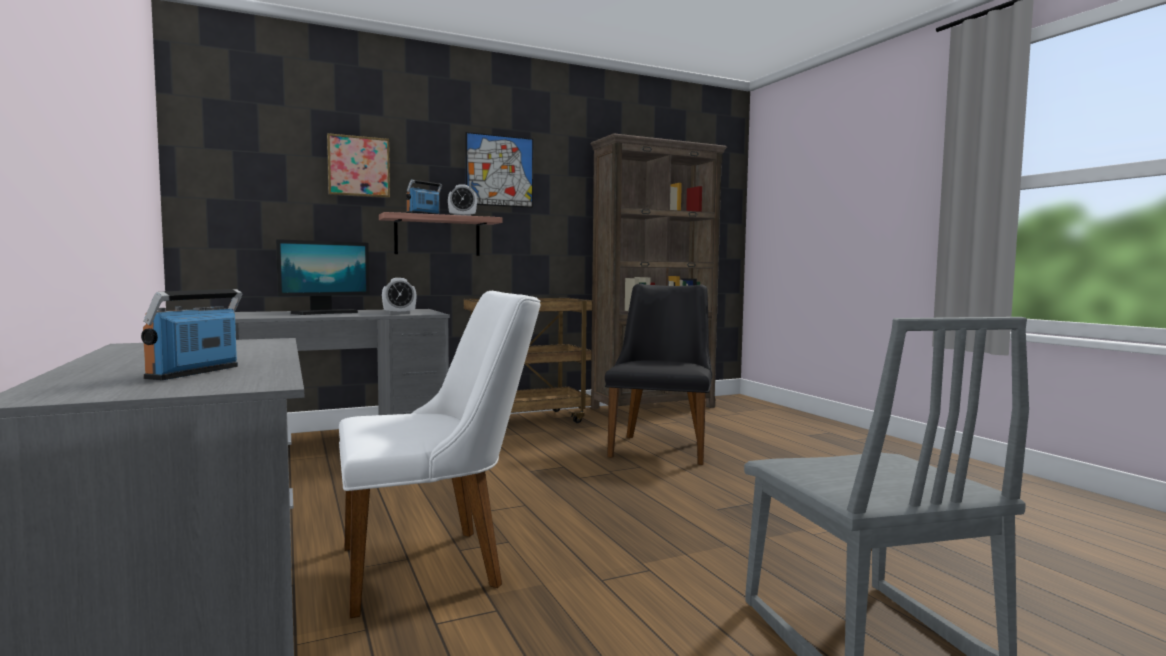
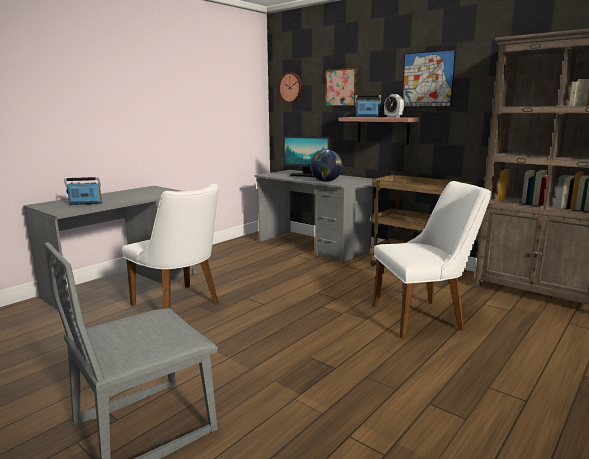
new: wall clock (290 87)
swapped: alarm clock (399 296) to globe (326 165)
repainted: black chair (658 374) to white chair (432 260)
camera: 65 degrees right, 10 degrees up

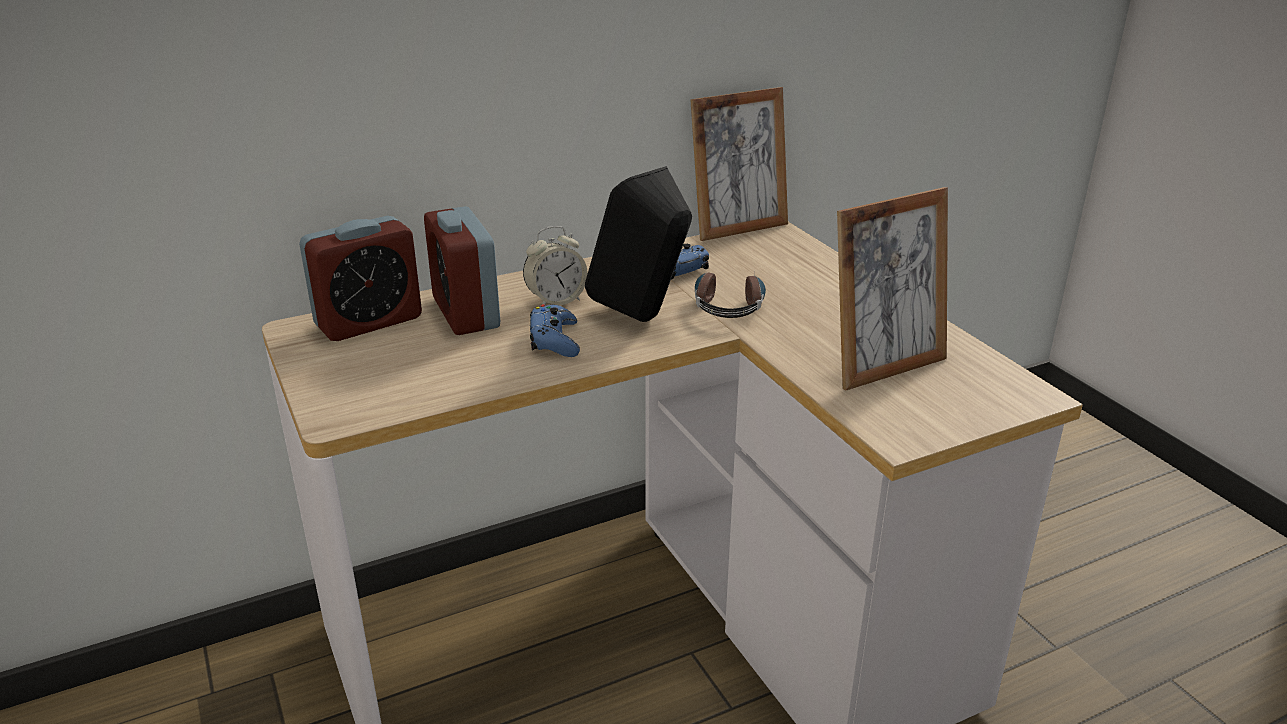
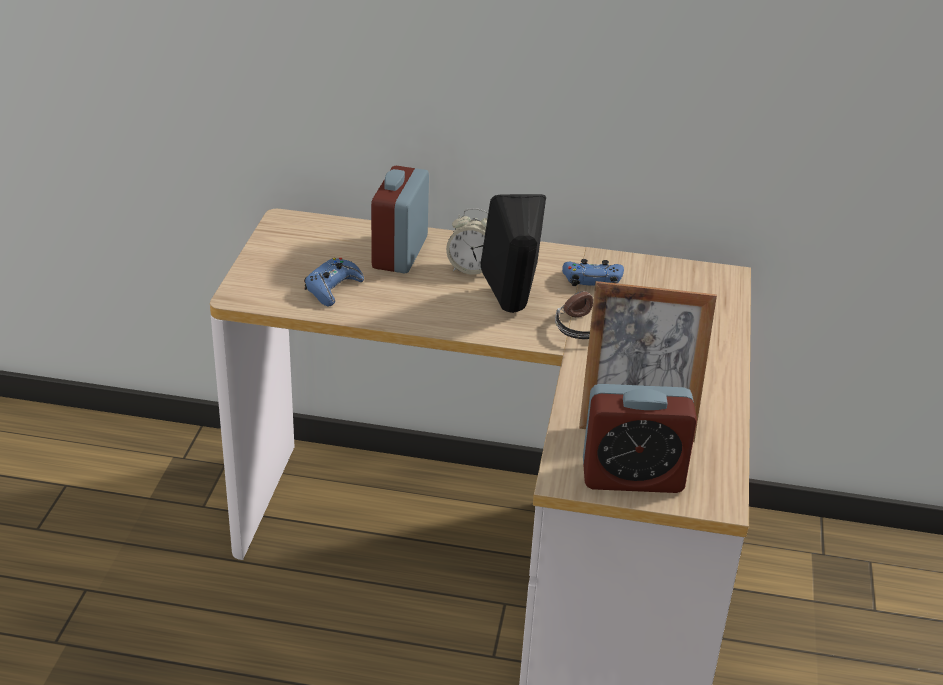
gone: picture frame (739 164)
shifted: blue game controller (555 330) to (334 282); alarm clock (360 278) to (640 438)
camera: 35 degrees right, 5 degrees up

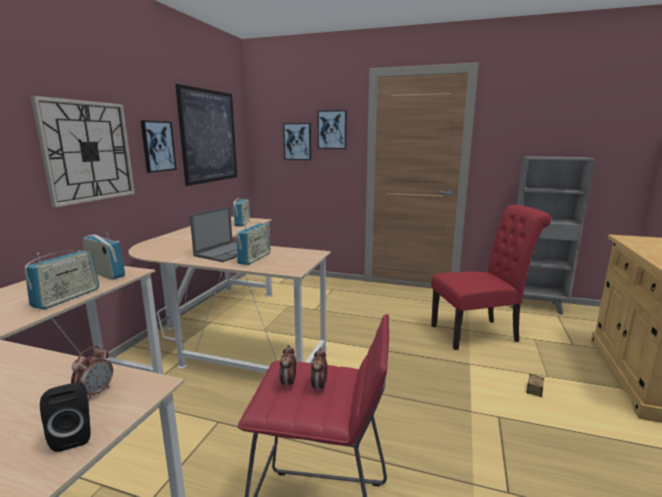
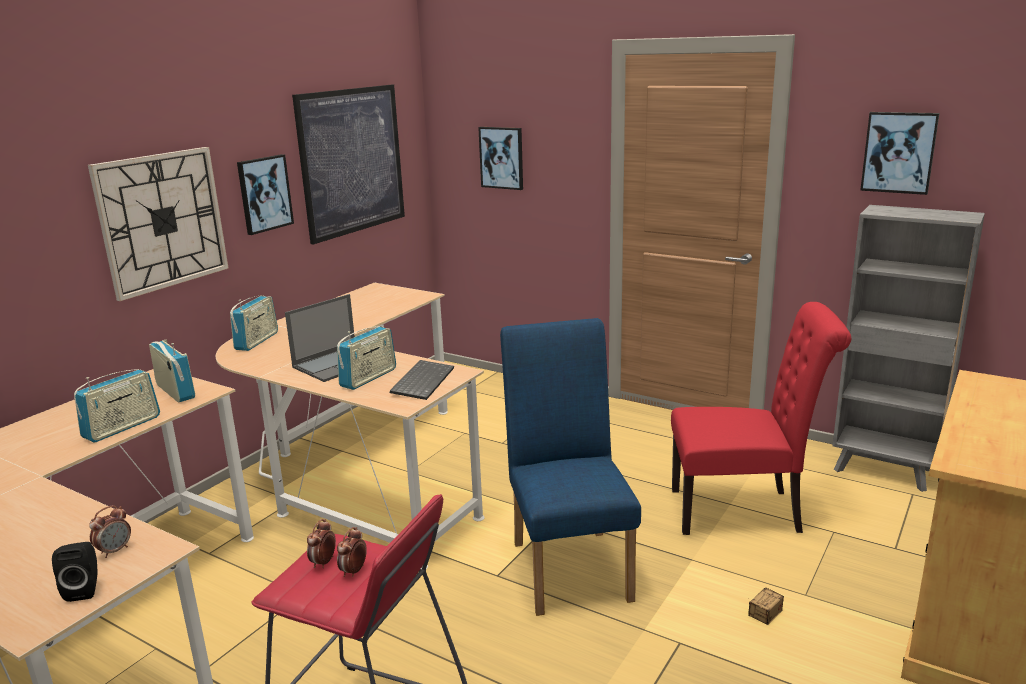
new: keyboard (422 380); blue chair (570 467)
shifted: radio (241 212) to (254 323); picture (332 129) to (900 153)
camera: 15 degrees right, 5 degrees up

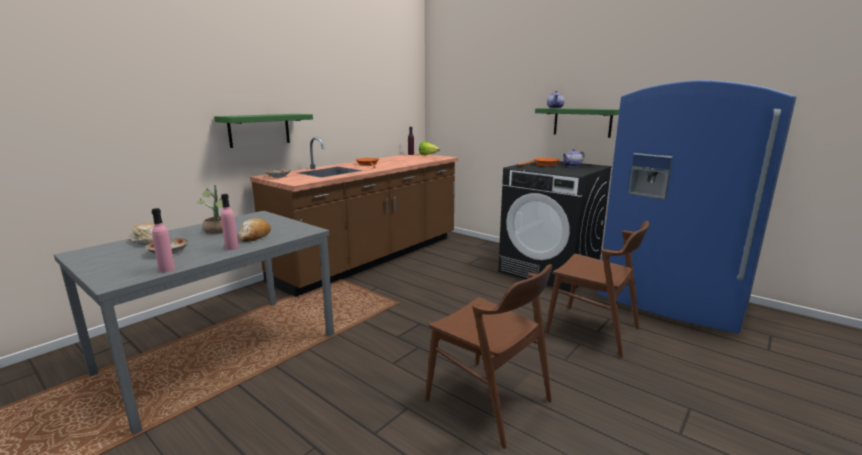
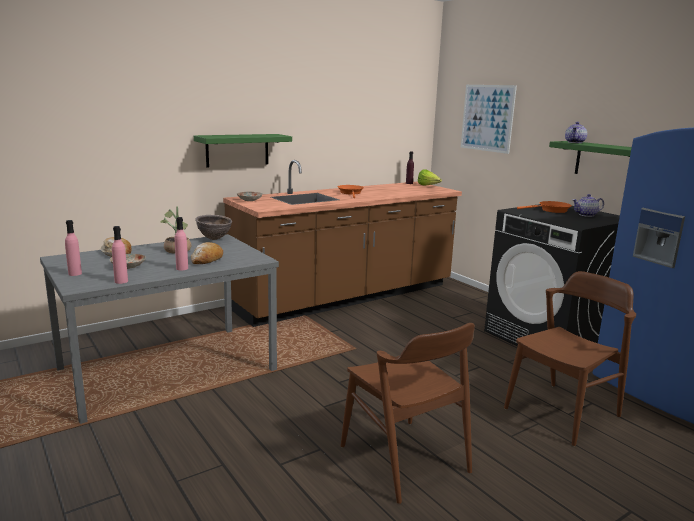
new: pink bottle (73 248); brown bowl (213 227); picture (489 119)
rotated: brown chair (597 289) = (570 358) 90 degrees counterclockwise
camera: 15 degrees right, 0 degrees up

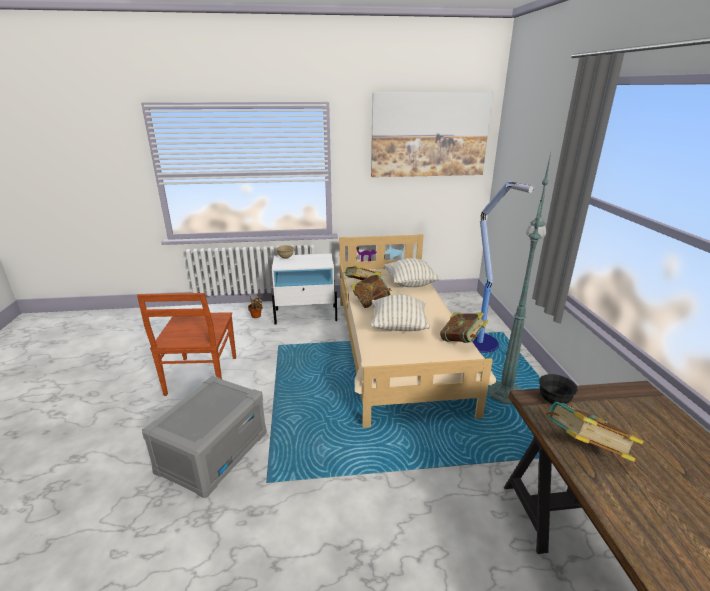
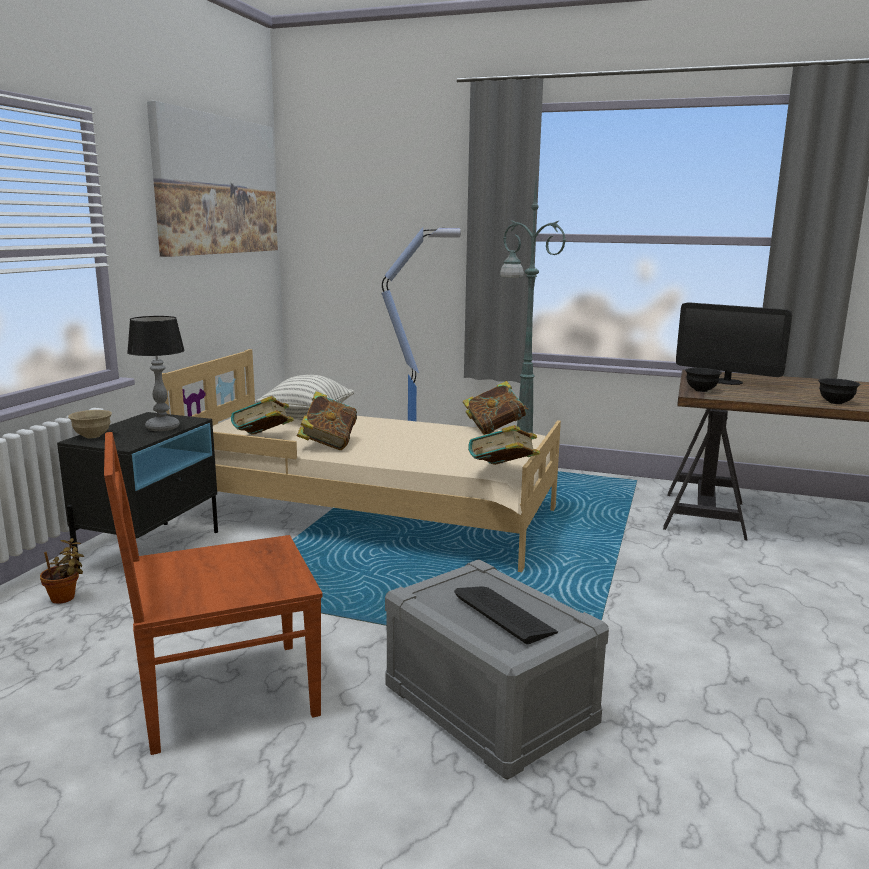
gone: pillow (400 312)
new: table lamp (156 373); keyboard (506 615); monitor (734 343); black bowl (839 391)
shifted: book (595 432) to (504 445)
repainted: white nightstand (304 289) to black nightstand (137 490)
rotated: brown chair (186 344) = (213 593) 135 degrees clockwise
camera: 65 degrees left, 10 degrees down

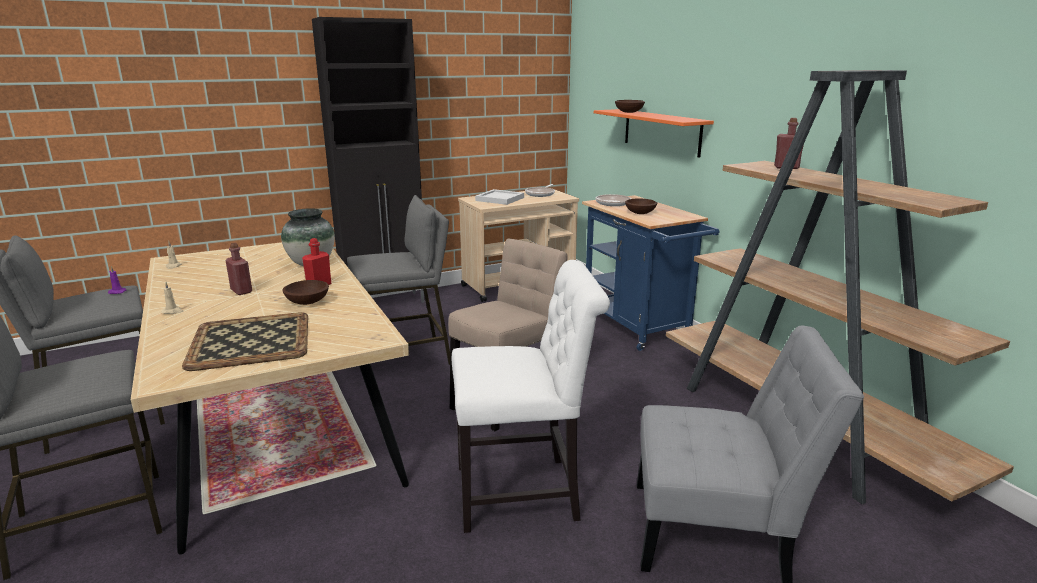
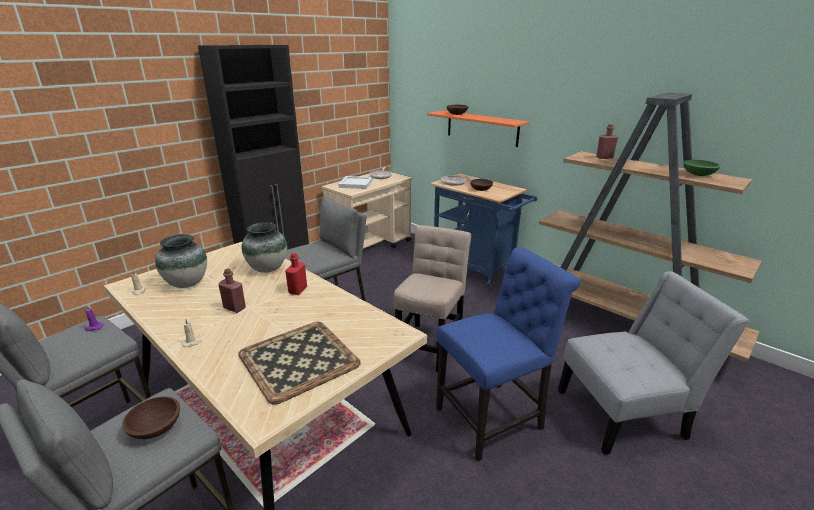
new: vase (181 261); green bowl (702 168)
shifted: brown bowl (305 292) to (151 418)
repainted: white chair (531 396) to blue chair (508 354)
camera: 20 degrees left, 5 degrees up

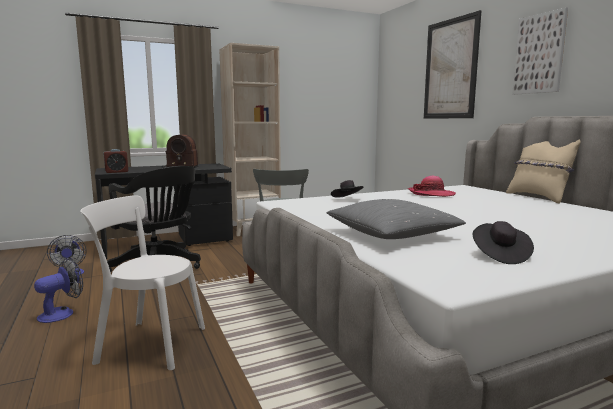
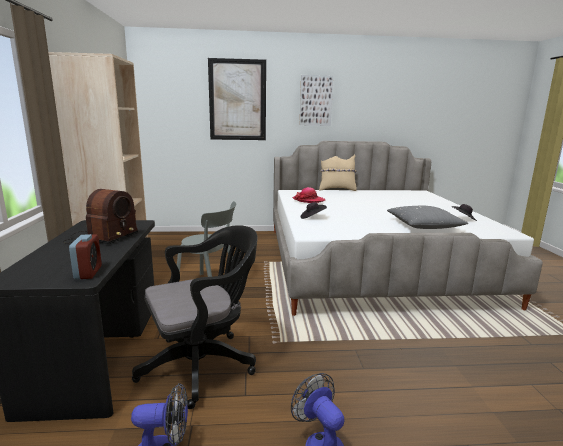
gone: white chair (142 282)
camera: 70 degrees left, 5 degrees up

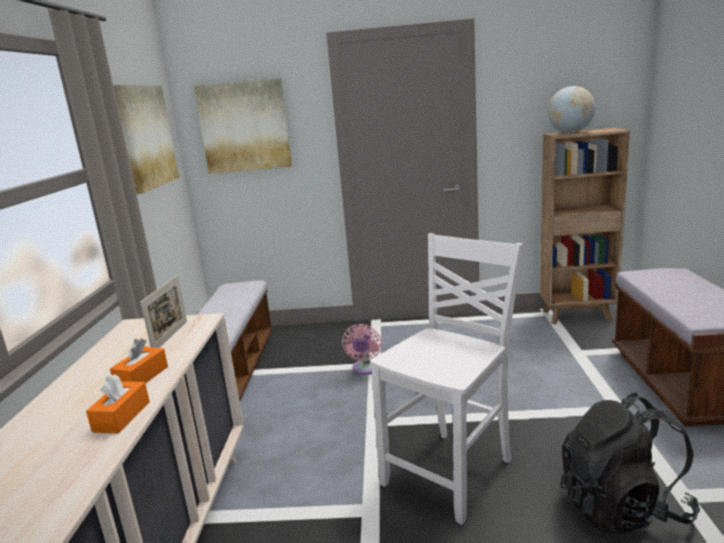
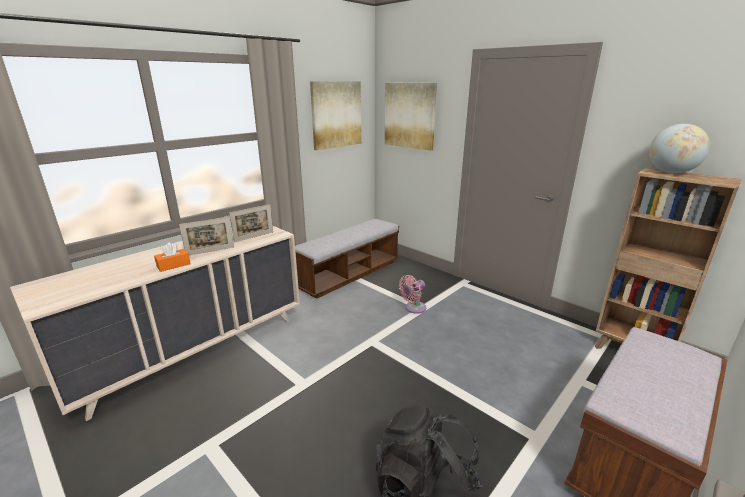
gone: white chair (446 379)
swapped: orange tissue box (139 361) to picture frame (206 236)
camera: 40 degrees right, 5 degrees up

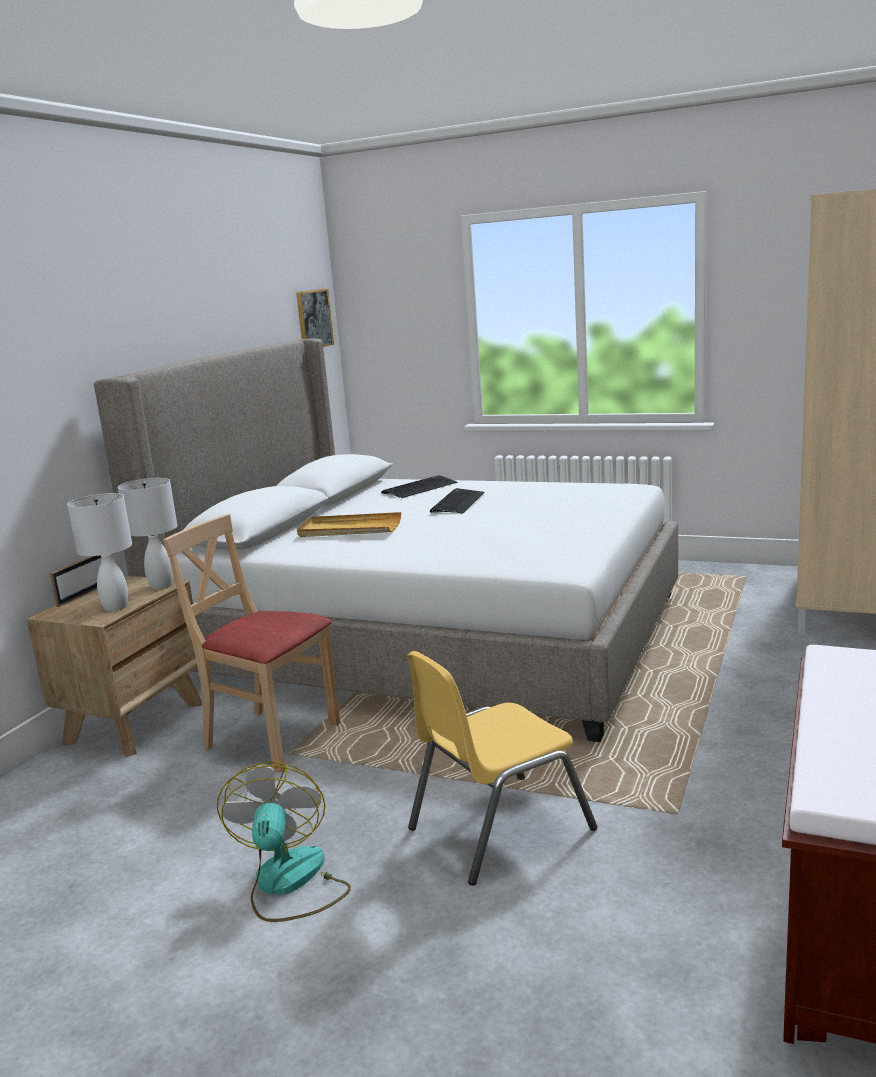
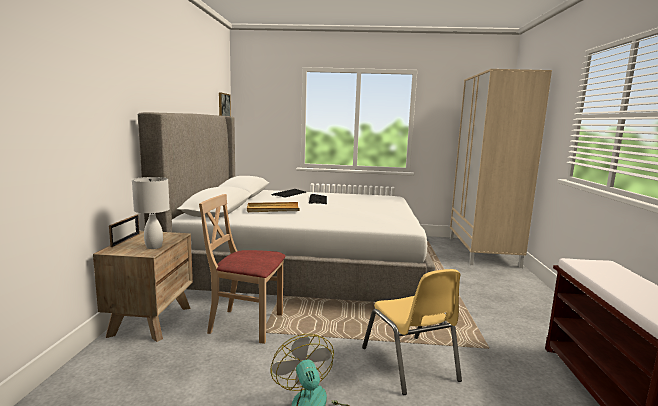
gone: white table lamp (147 533)
rotated: yellow chair (502 768) = (412 332) 60 degrees counterclockwise
camera: 20 degrees left, 5 degrees down

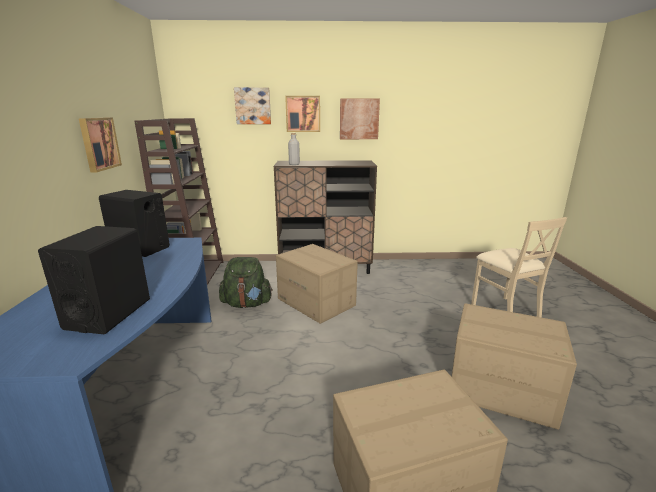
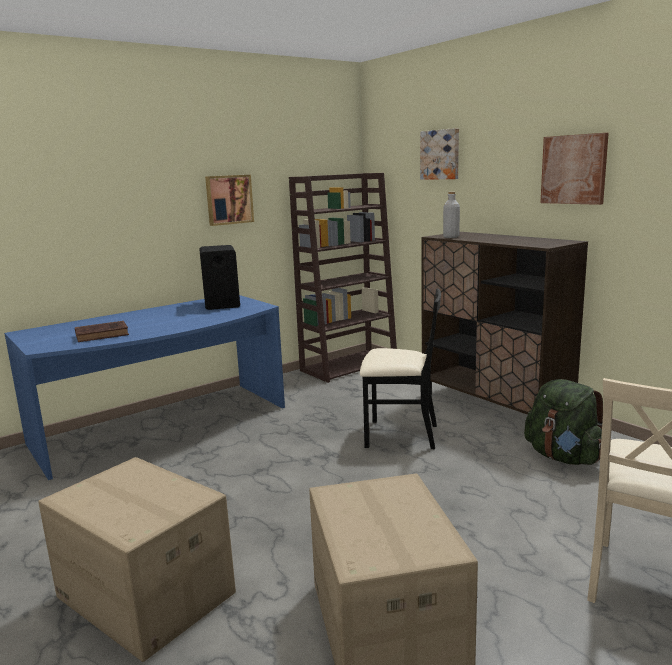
gone: picture (302 114)
shifted: green backpack (246 282) to (563 422)
swapped: black speaker (94 280) to brown book (102 331); cardboard box (317 284) to black chair (400 368)
camera: 55 degrees right, 5 degrees down

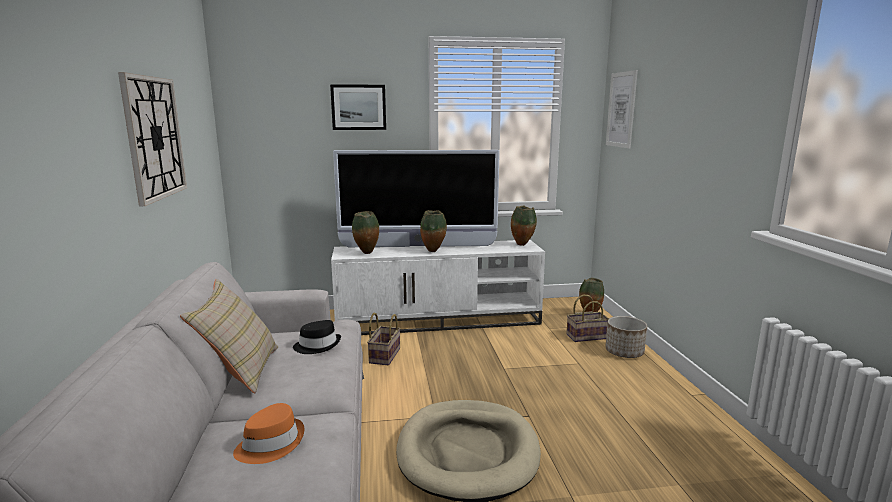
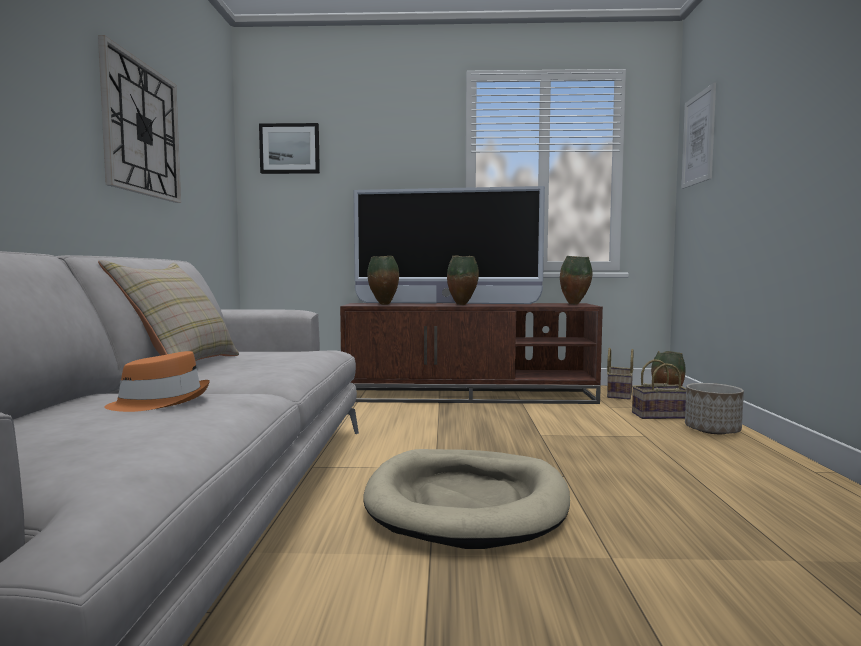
gone: black hat (317 337)
shifted: picture (358 107) to (289 148); basket (383 338) to (620 374)
repainted: white tv stand (438 287) to brown tv stand (471 353)
camera: 10 degrees right, 10 degrees down

